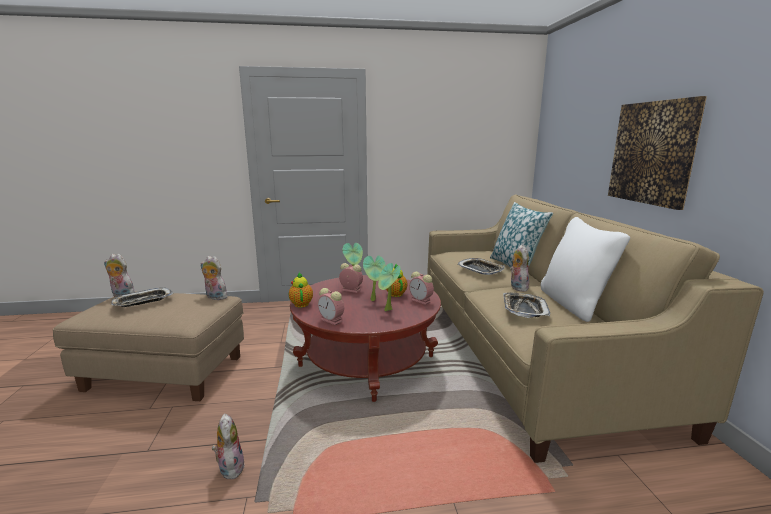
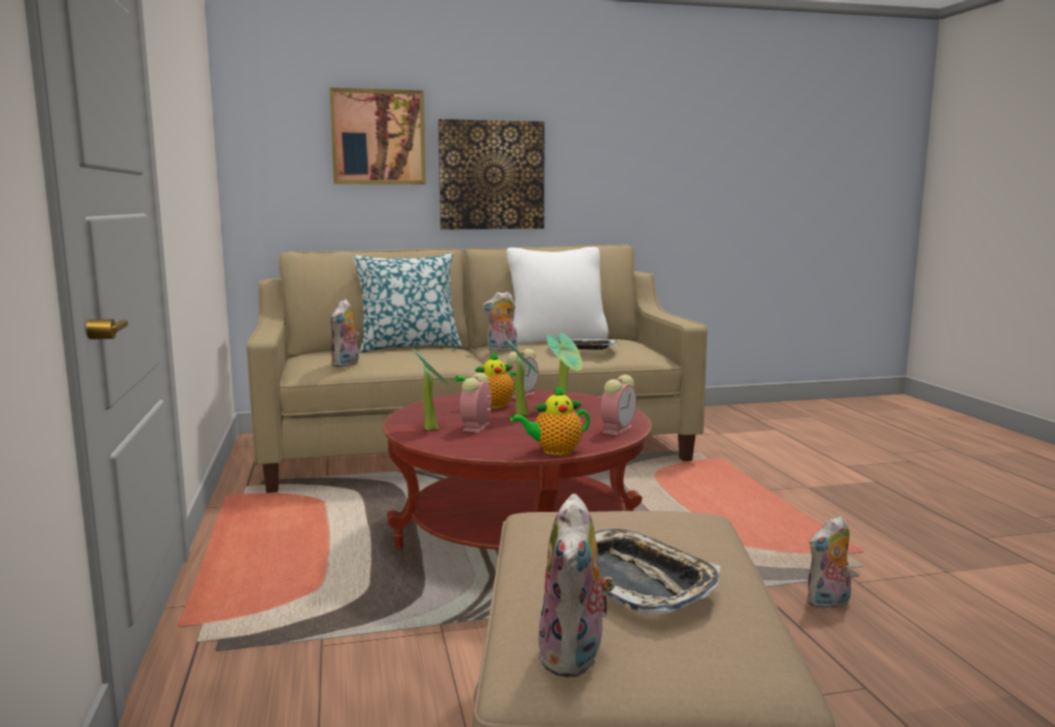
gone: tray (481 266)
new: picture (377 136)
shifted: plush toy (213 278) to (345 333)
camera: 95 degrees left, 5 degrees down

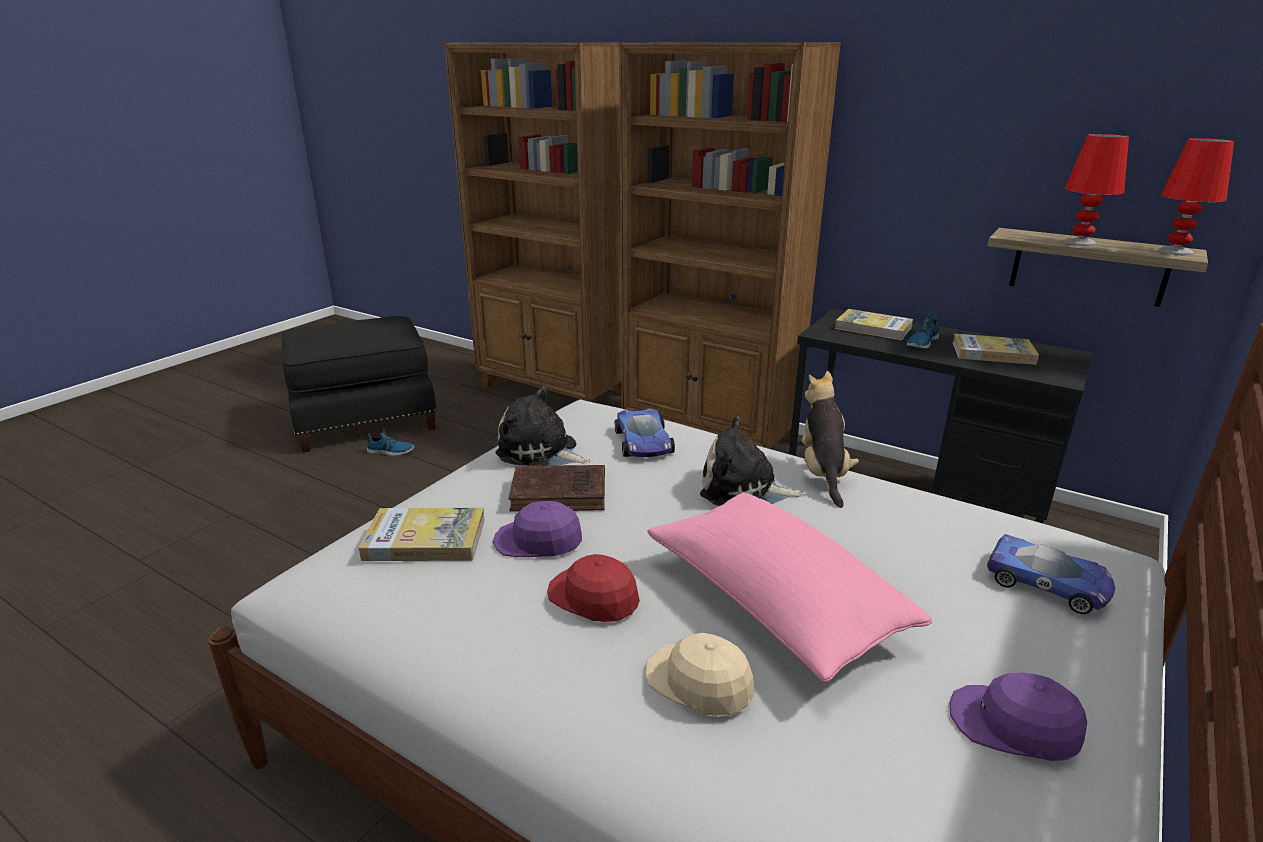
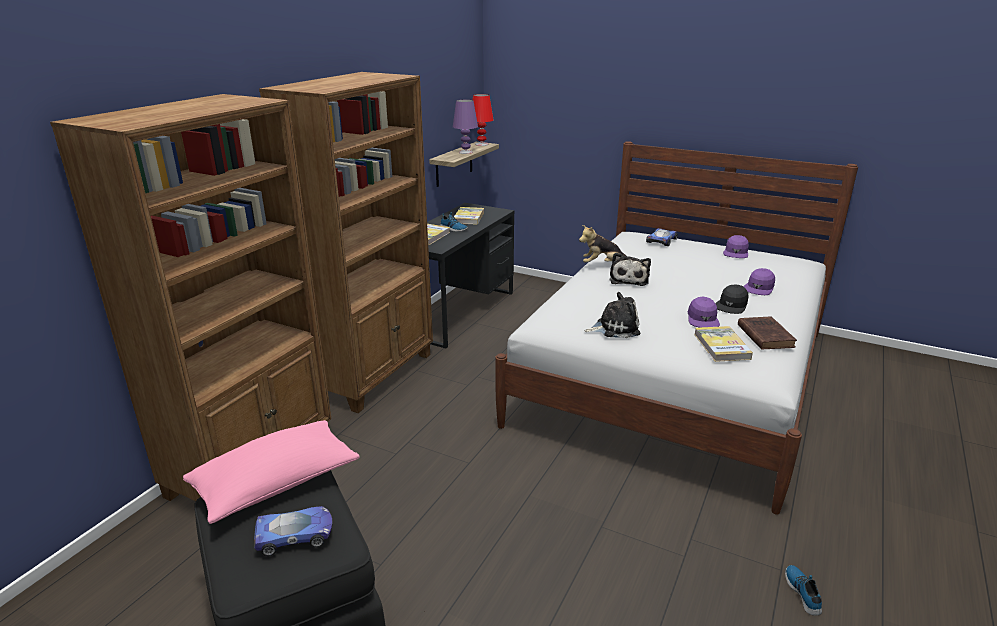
shifted: pink pillow (789 587) to (271 472); toy car (645 432) to (293 531); brown book (557 488) to (767 333); shoe (390 442) to (803 590)
repainted: red table lamp (1097 189) to purple table lamp (465 126); red cap (593 588) to black cap (732 299); beige cap (700 675) to purple cap (759 281)
rotated: plush toy (543 426) = (613 315) 120 degrees counterclockwise
camera: 95 degrees left, 0 degrees up

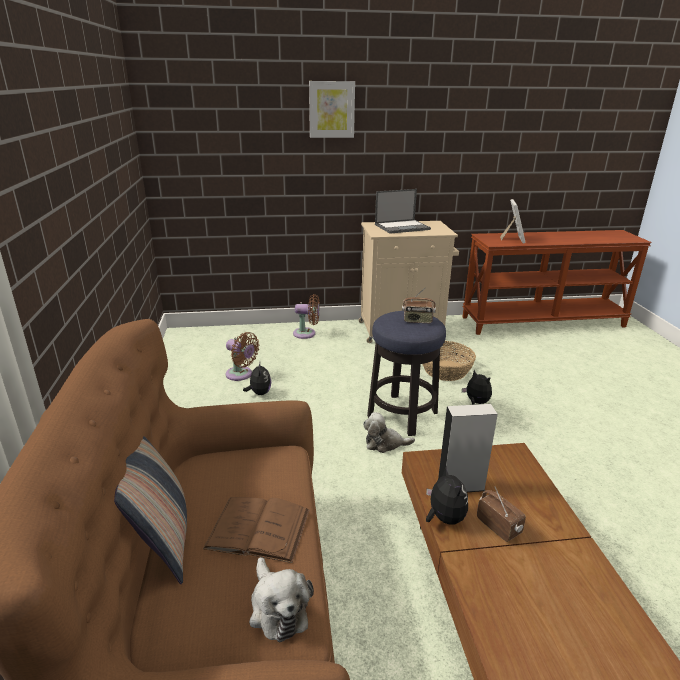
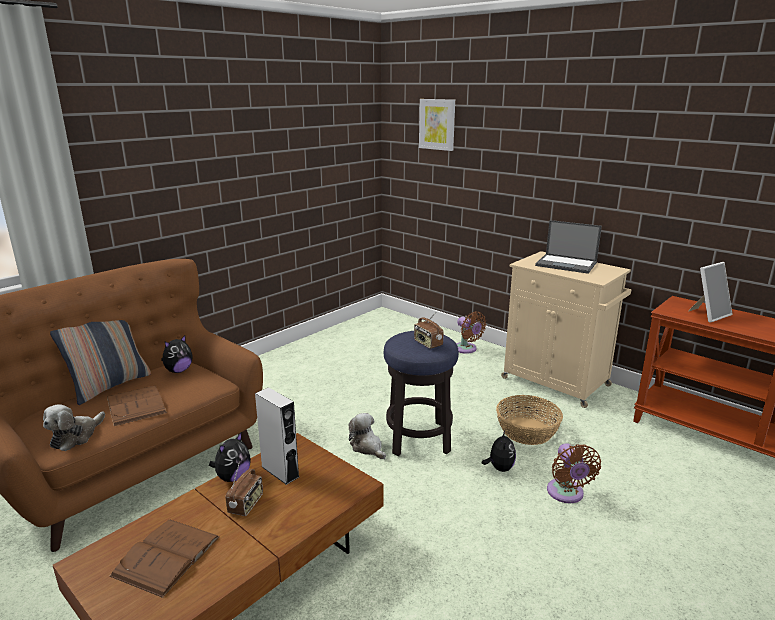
new: brown book (165 558)
shifted: plush toy (257 379) to (177 354); picture (332 109) to (437 125); brown fan (243 356) to (574 473)
camera: 50 degrees right, 5 degrees down

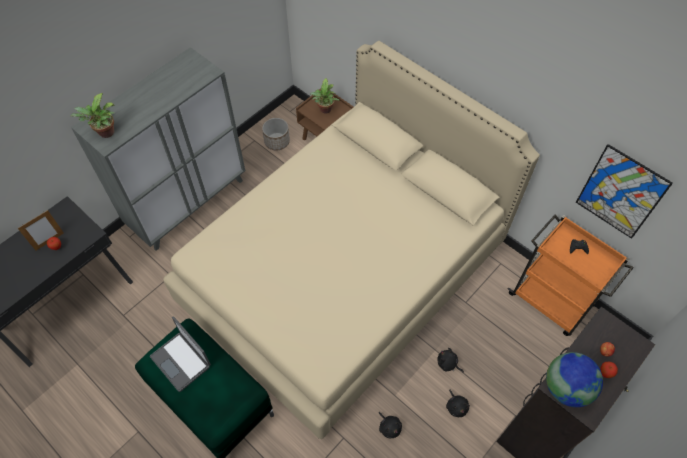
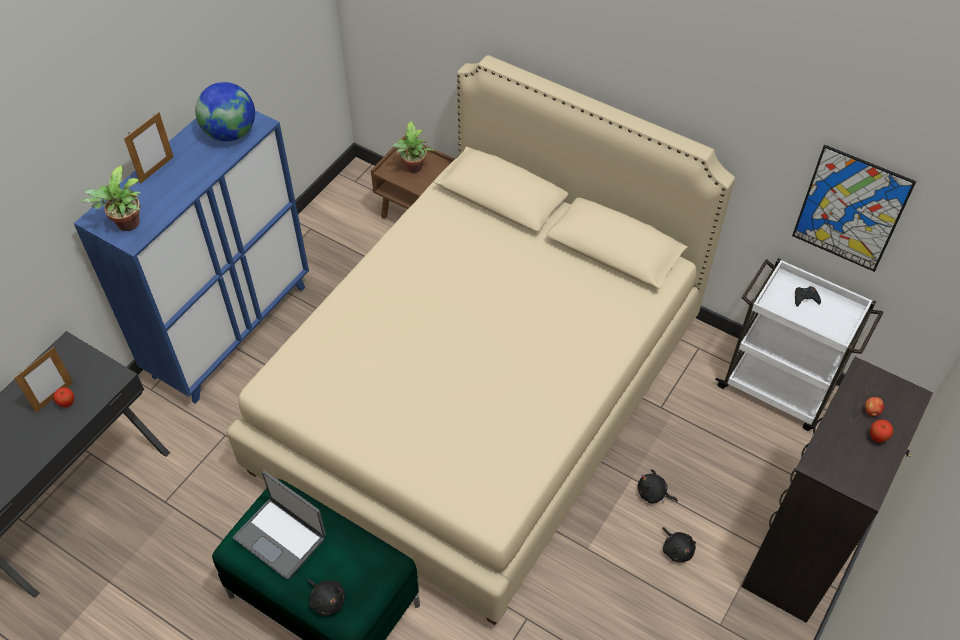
gone: planter (276 134)
new: picture frame (148 148)
shifted: globe (574 379) to (225 111); black plush toy (390 425) to (326 597)
repainted: grey cabinet (158 149) to blue cabinet (191 257); orange cart (570 275) to white cart (799 344)
camera: 10 degrees left, 5 degrees down

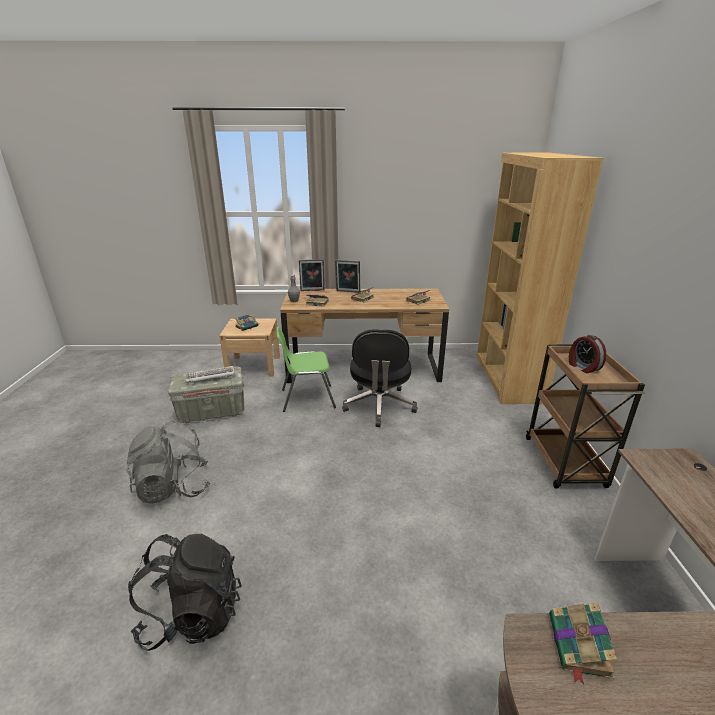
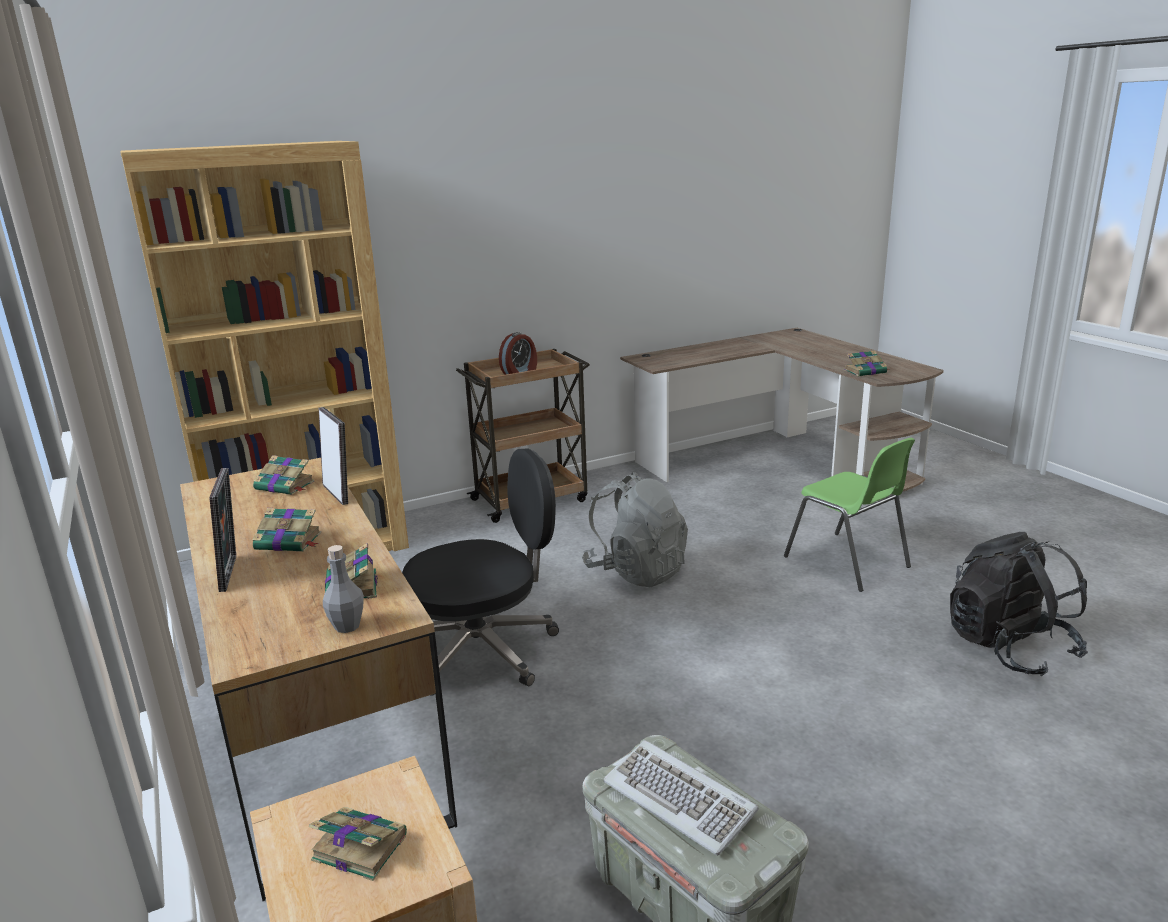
shifted: picture frame (311 275) to (333 456); grey backpack (168 462) to (635 529); green chair (306 369) to (849 515)
camera: 115 degrees left, 5 degrees down

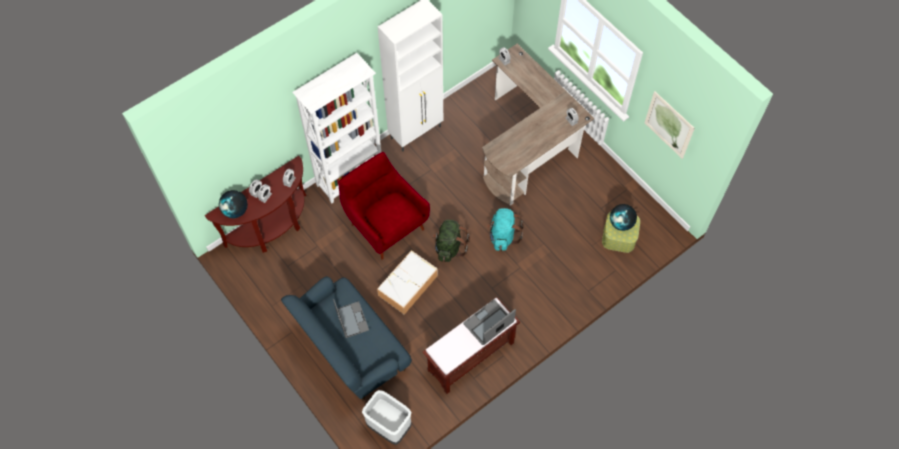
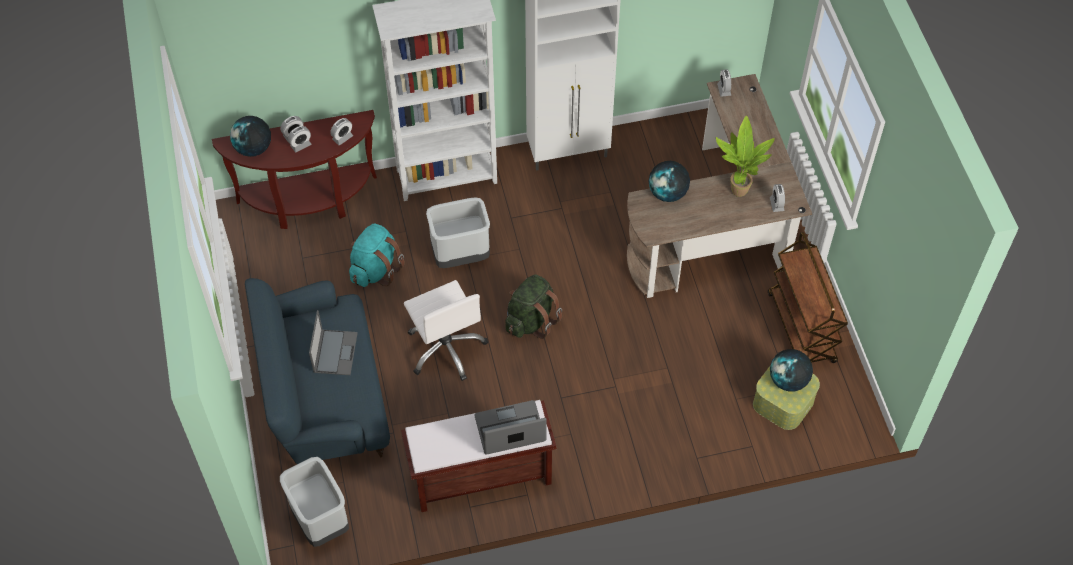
gone: picture (670 125)
new: globe (669 181); potted plant (745 156); brown cart (808 297)
shifted: turquoise backpack (505 229) to (377 255)
swapped: storage box (407 282) to white office chair (446 330); red armchair (384 206) to grey trash can (458 232)
camera: 25 degrees right, 5 degrees down

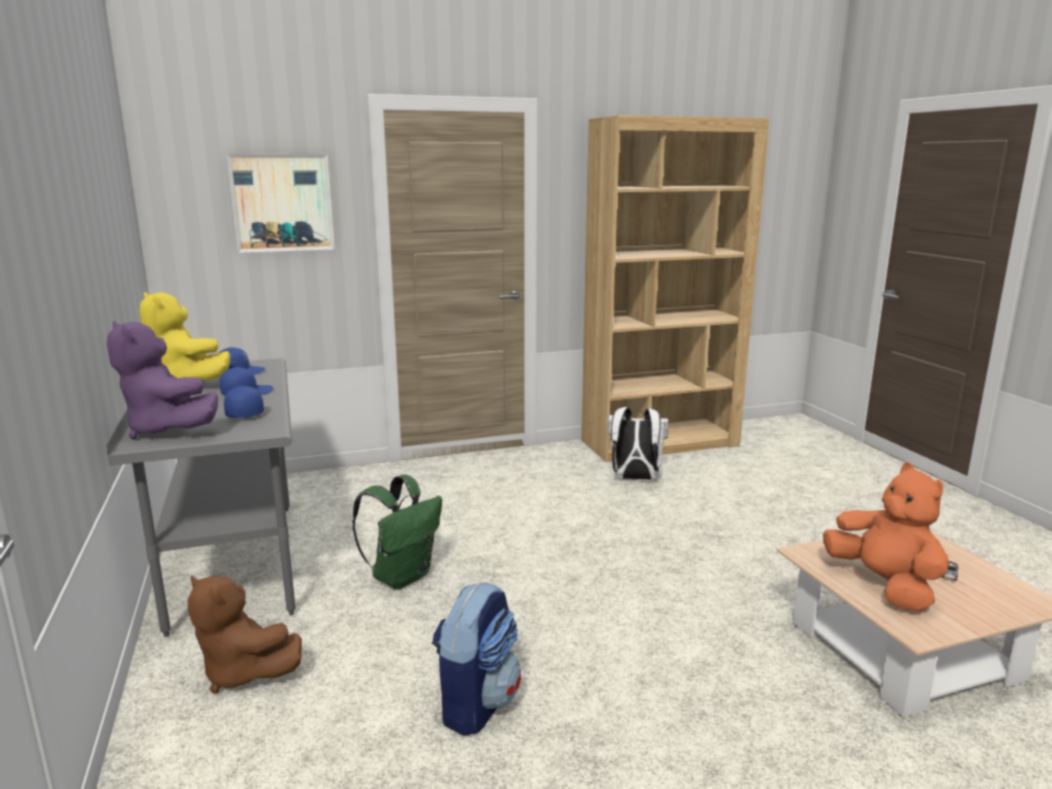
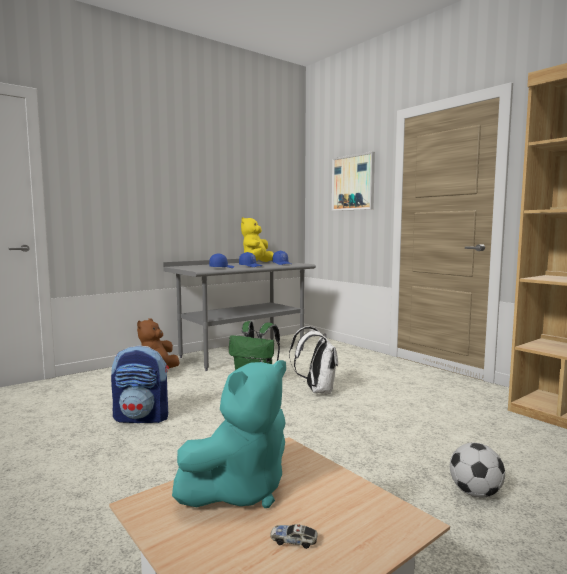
gone: purple plush toy (162 380)
new: football (477 470)
shifted: white backpack (638 443) to (313 360)
repainted: orange plush toy (886 537) to turquoise plush toy (229 434)
camera: 70 degrees right, 10 degrees down

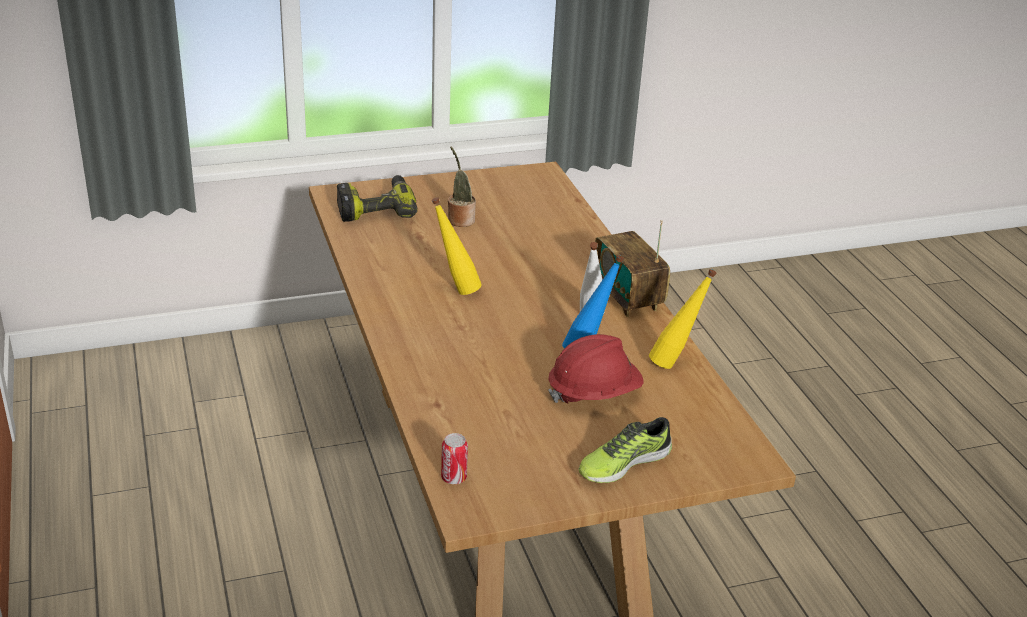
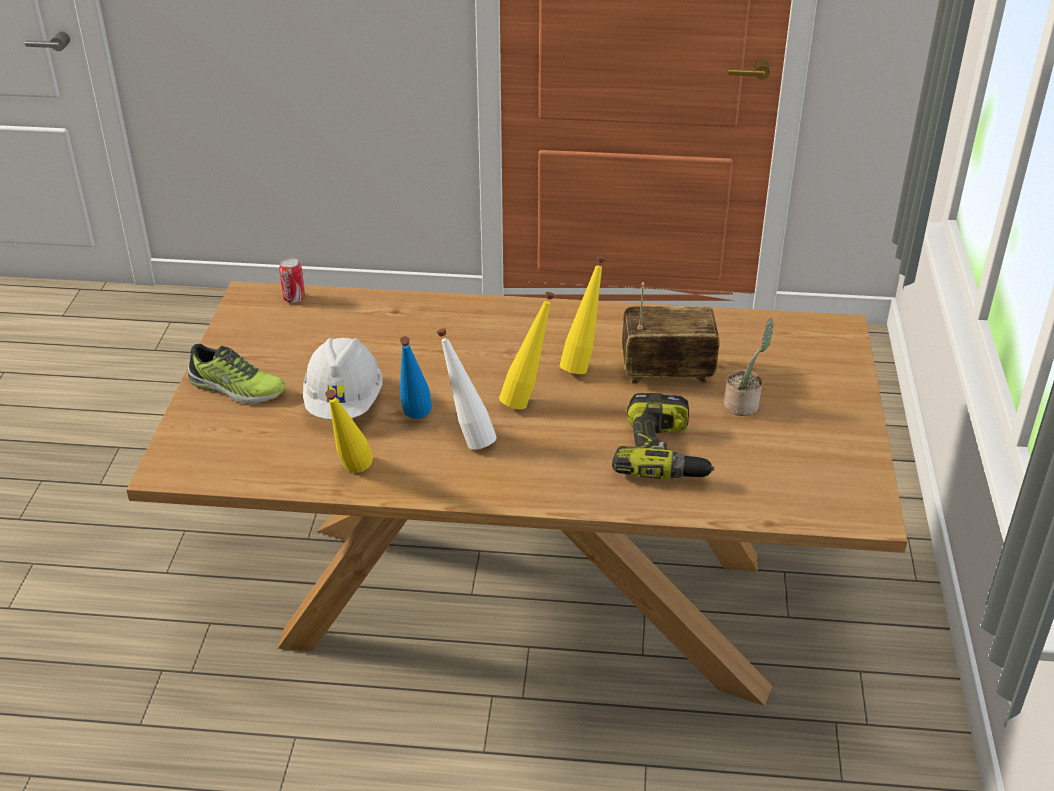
new: yellow bottle (526 350)
shifted: power drill (377 198) to (663 436); radio (632 268) to (671 333)
repainted: red hard hat (595 368) to white hard hat (343 378)
rotated: shoe (625 450) = (236 374) 120 degrees clockwise
camera: 115 degrees right, 5 degrees up

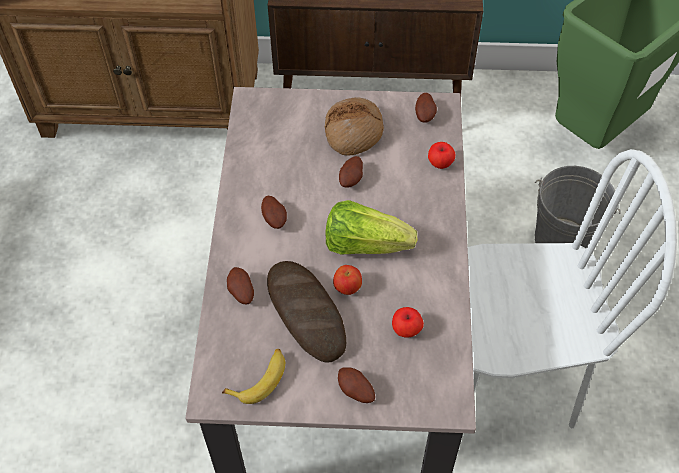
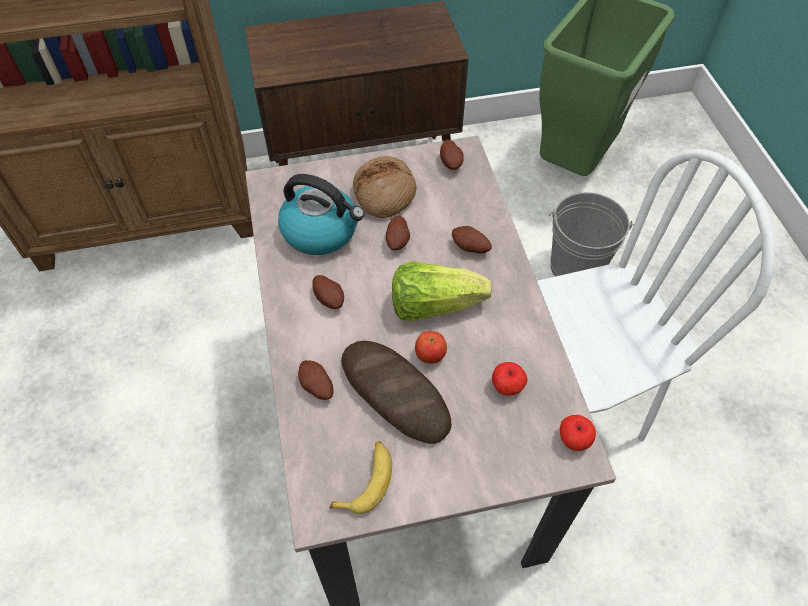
new: kettle (321 214)
shifted: potato (356 385) to (472 240); apple (441 155) to (578 433)
camera: 15 degrees left, 0 degrees up

